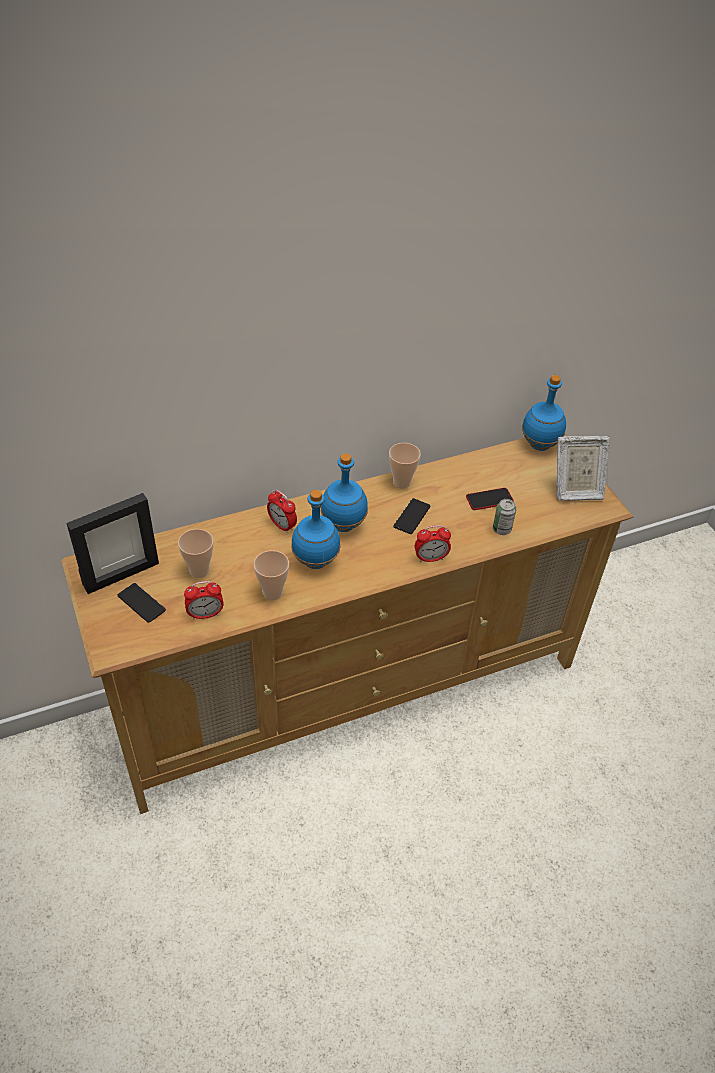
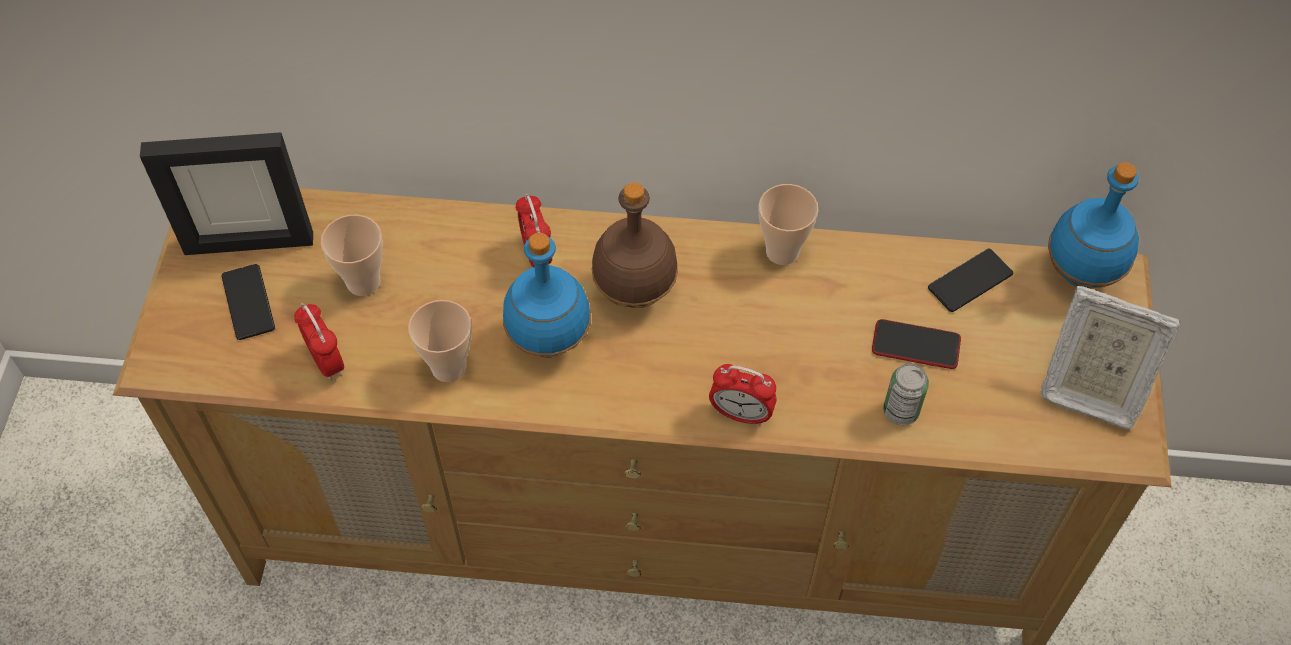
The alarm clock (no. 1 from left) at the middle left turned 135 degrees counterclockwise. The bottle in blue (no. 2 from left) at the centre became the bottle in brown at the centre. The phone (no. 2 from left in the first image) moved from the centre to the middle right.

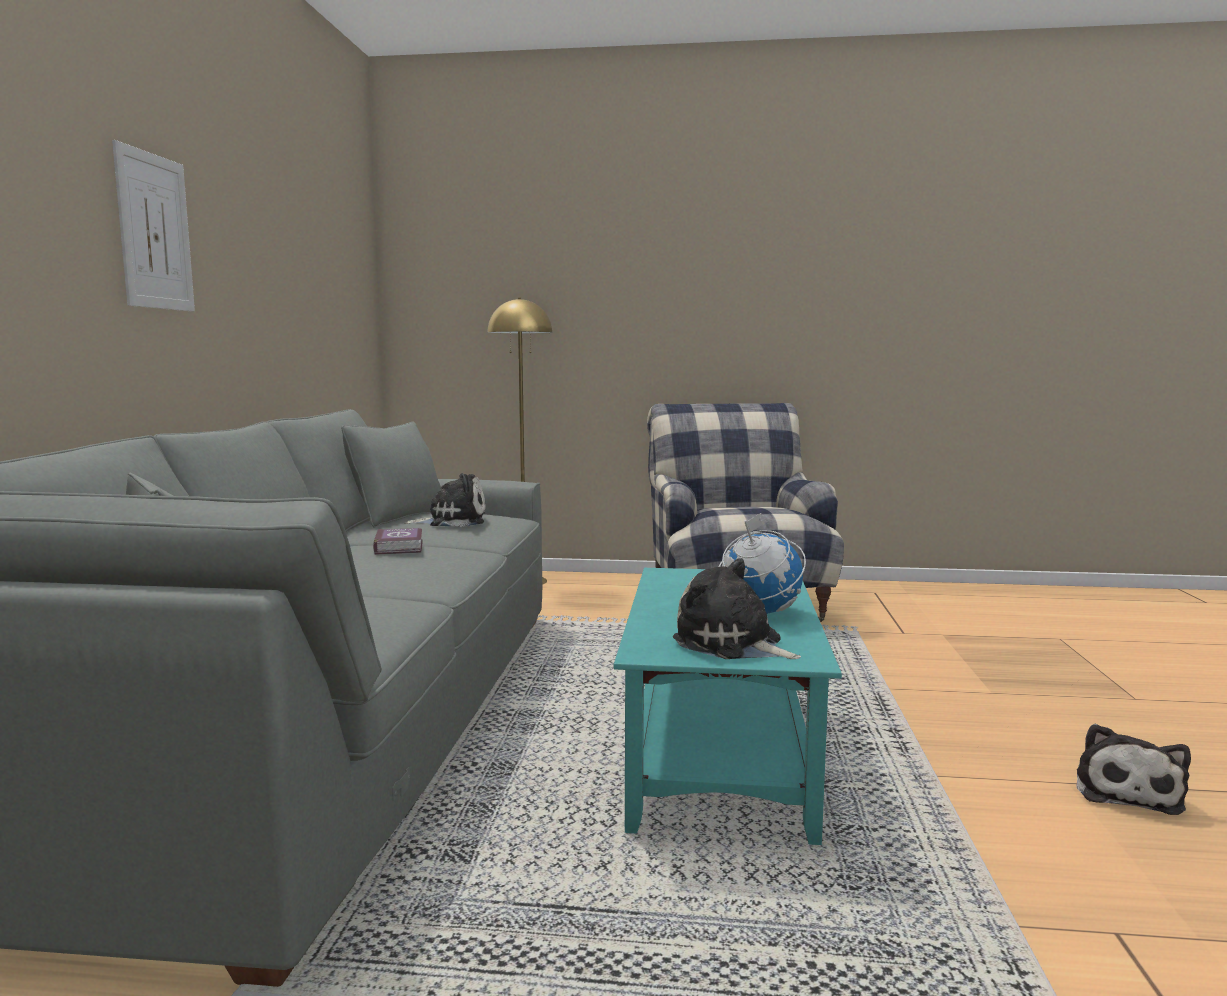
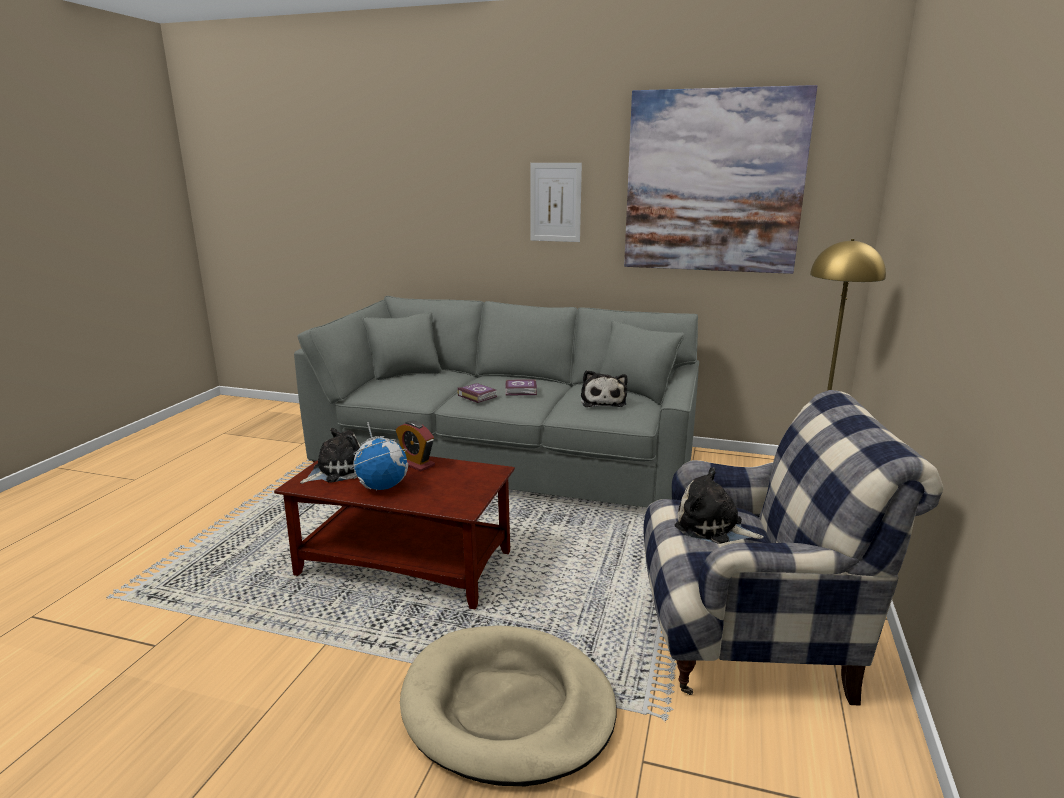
The coffee table in turquoise at the bottom centre became the coffee table in brown at the bottom centre. The plush toy (no. 3 from left) moved from the bottom right to the middle right. The alarm clock at the centre appeared. The dog bed in beige at the bottom centre appeared. The book (no. 1 from left) at the centre appeared. The picture (no. 2 from left) at the top right appeared.

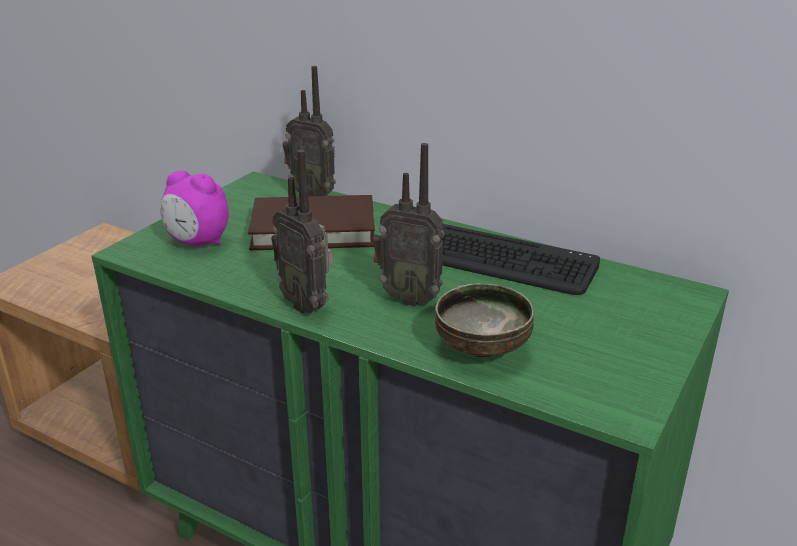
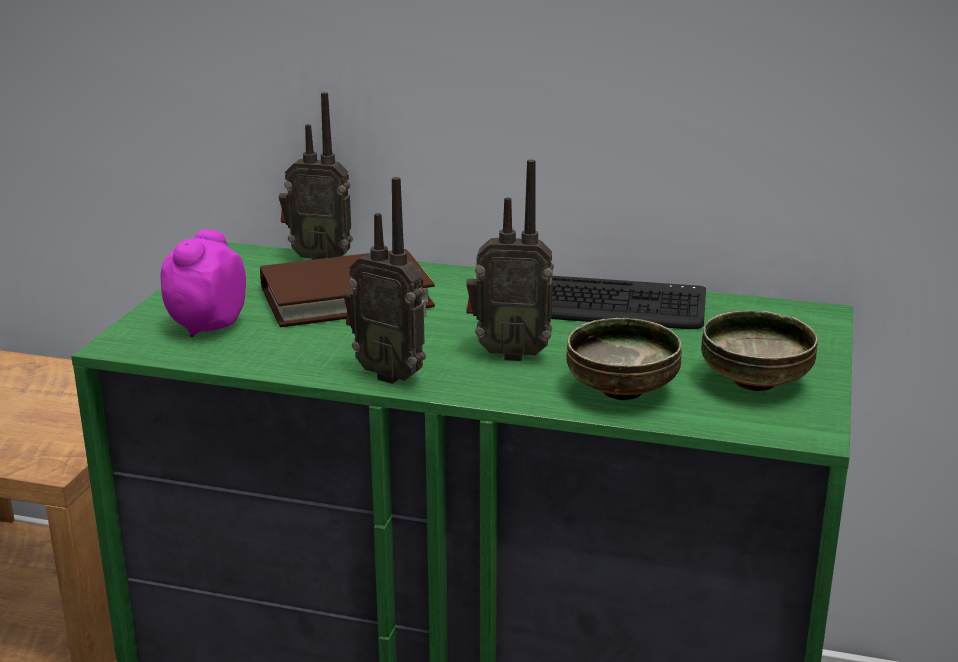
The alarm clock at the middle left turned 105 degrees clockwise. The bowl (no. 2 from left) at the middle right appeared.

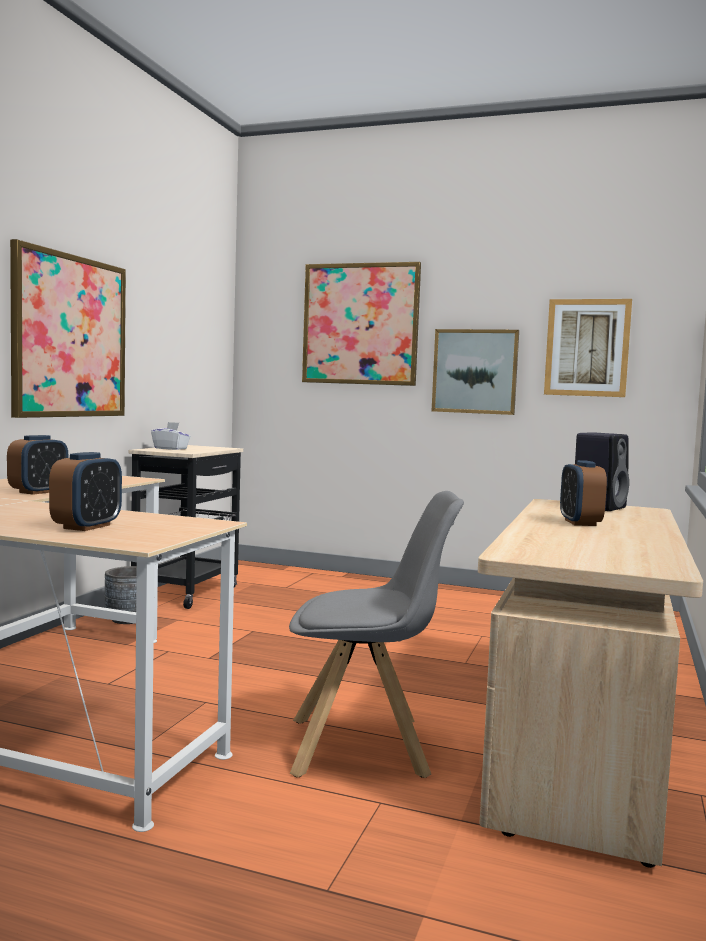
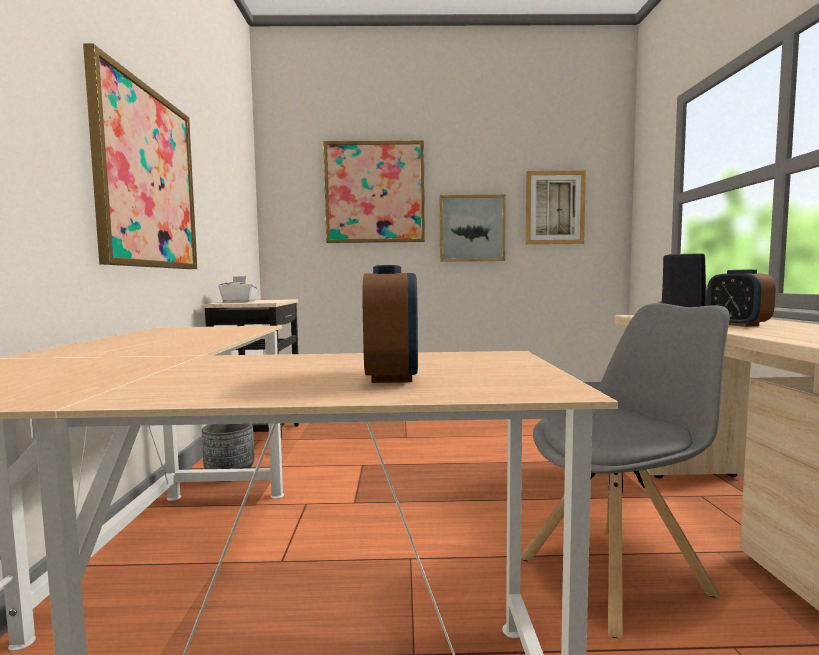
The alarm clock (no. 1 from left) at the middle left disappeared.

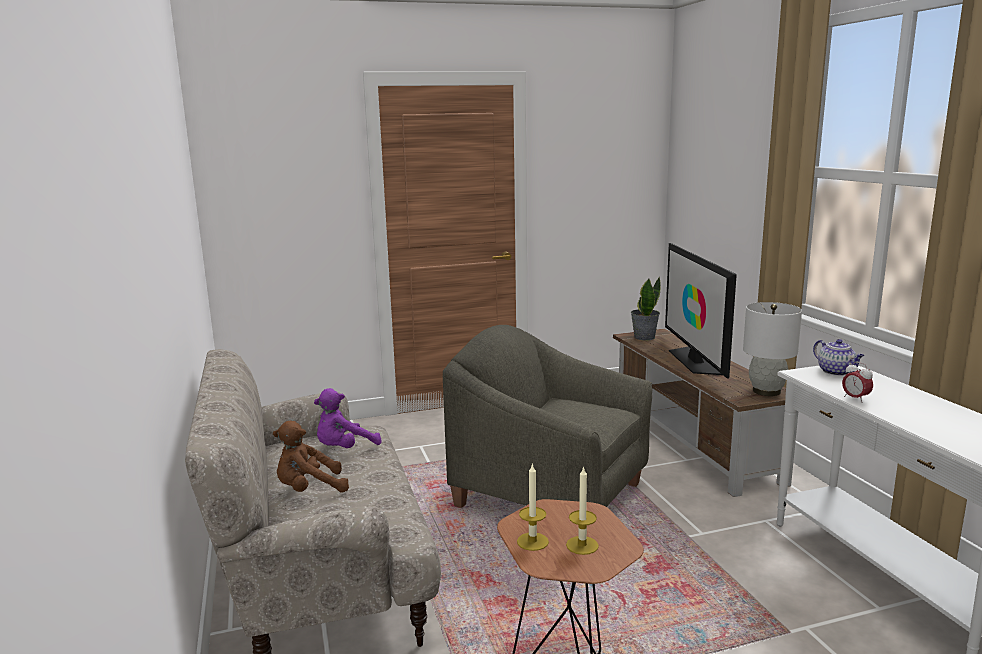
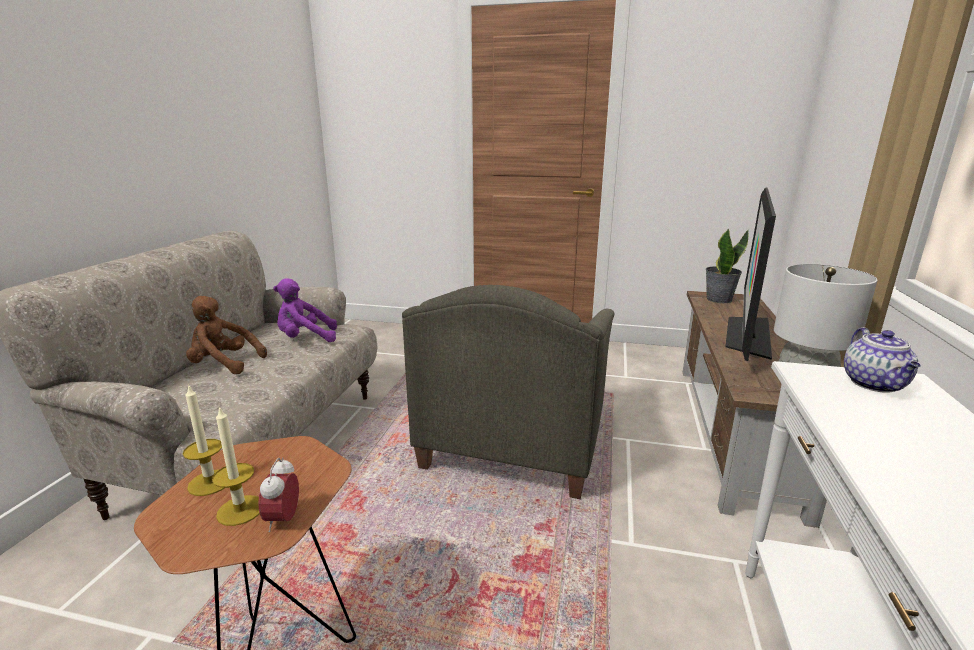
The armchair in grey at the centre turned 135 degrees counterclockwise. The alarm clock moved from the middle right to the bottom left.

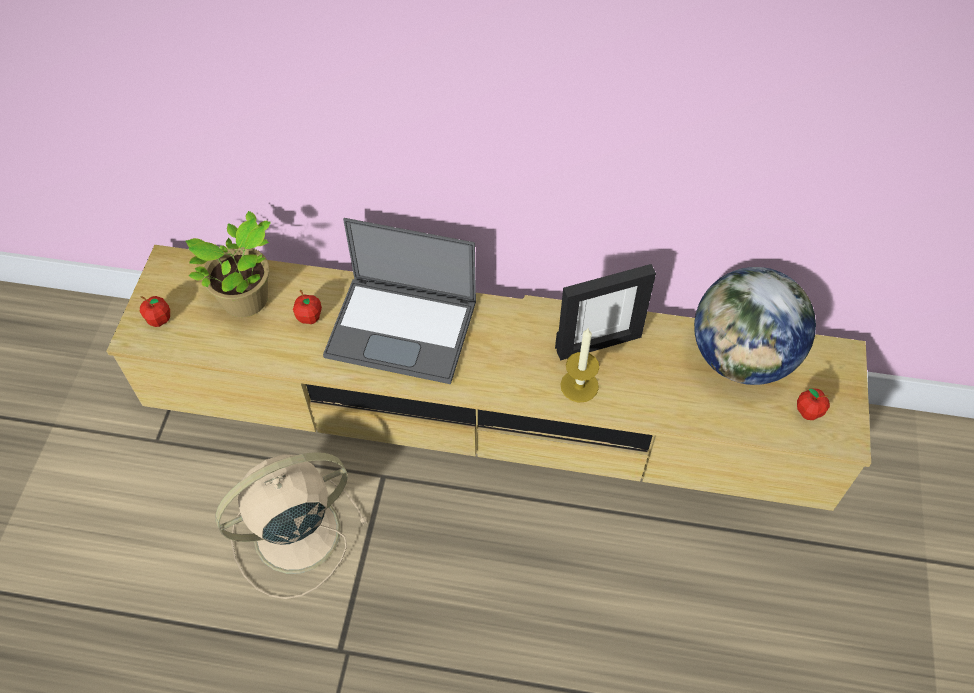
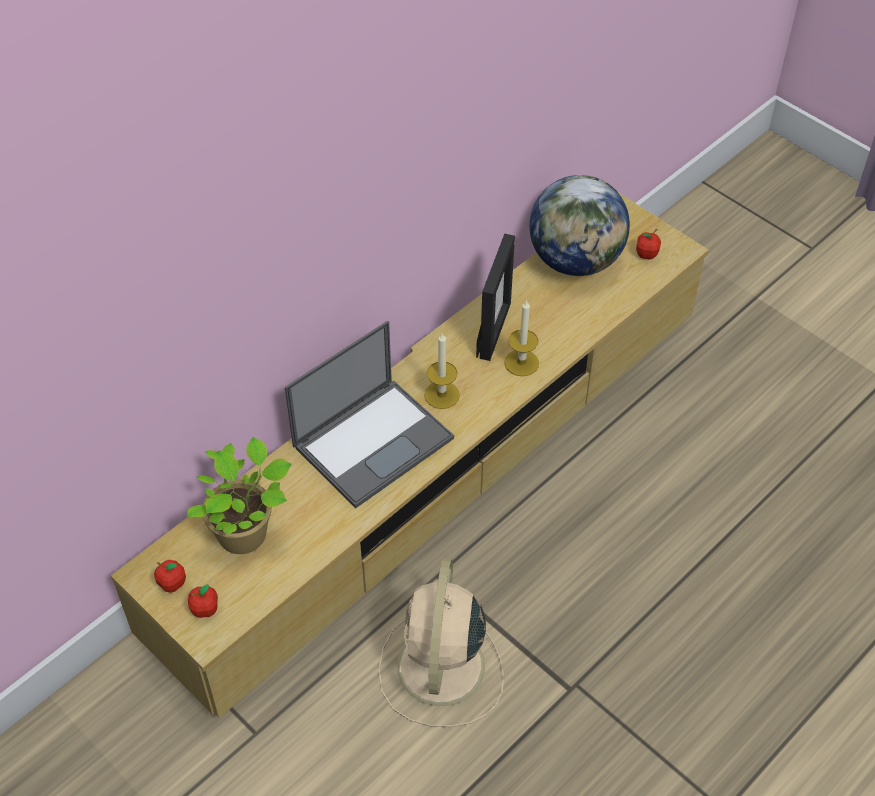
The apple (no. 2 from left in the first image) moved from the middle left to the bottom left. The candle (no. 1 from left) at the centre appeared.

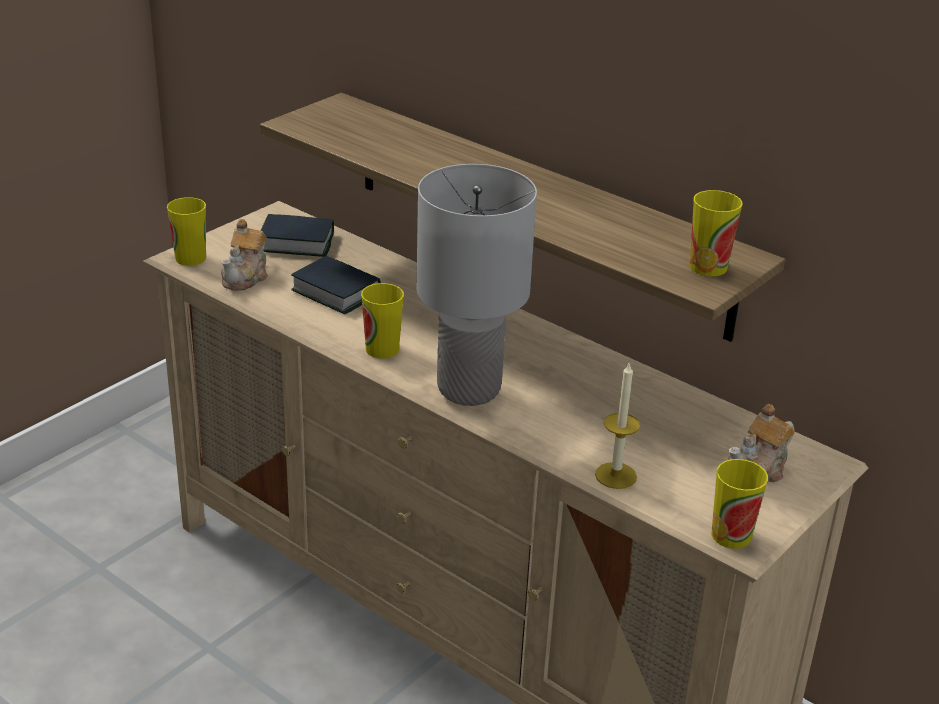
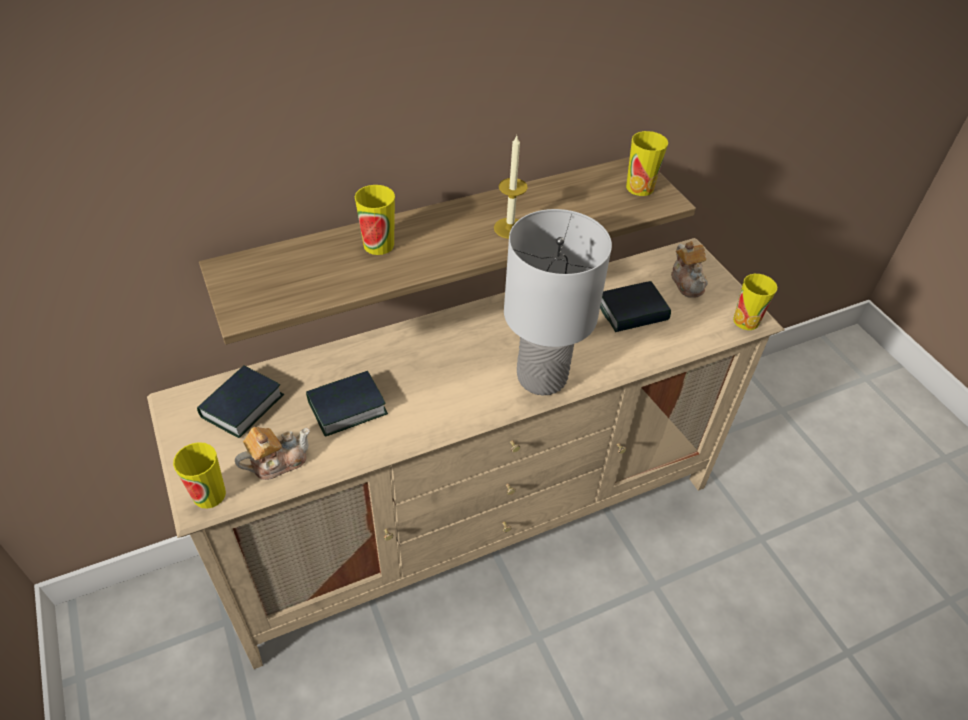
The teapot (no. 1 from left) at the middle left turned 75 degrees counterclockwise. The cup (no. 2 from left) moved from the centre to the top centre. The candle moved from the centre to the top centre. The book (no. 3 from left) at the centre appeared.

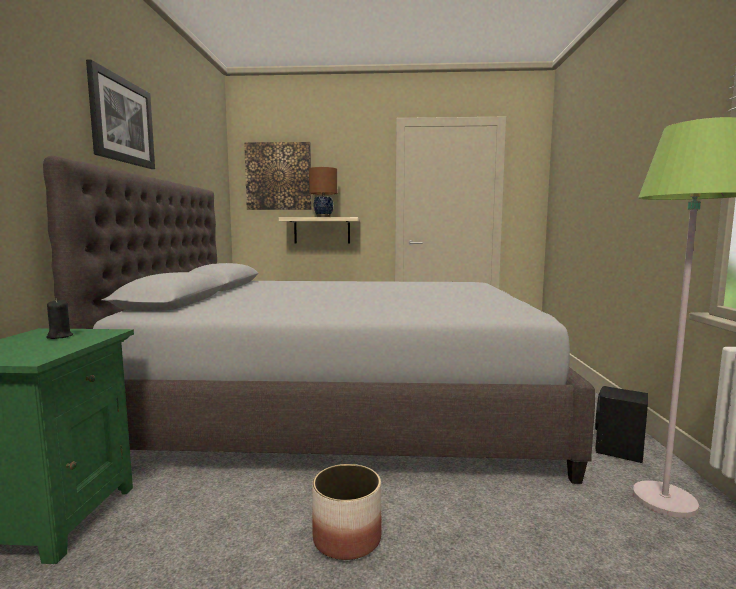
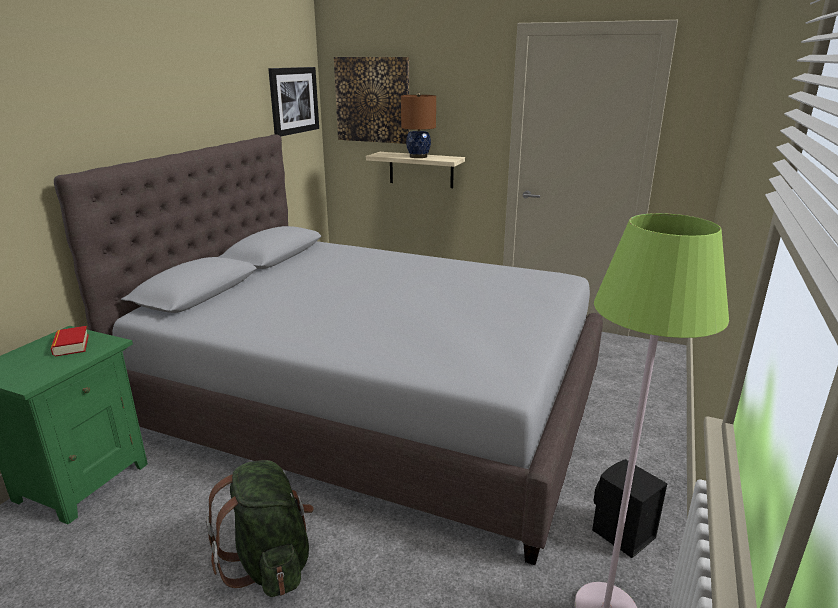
The candle in black at the middle left was replaced by the book at the middle left. The picture (no. 1 from left) moved from the top left to the top centre. The planter at the bottom centre was replaced by the backpack in green at the bottom left.

